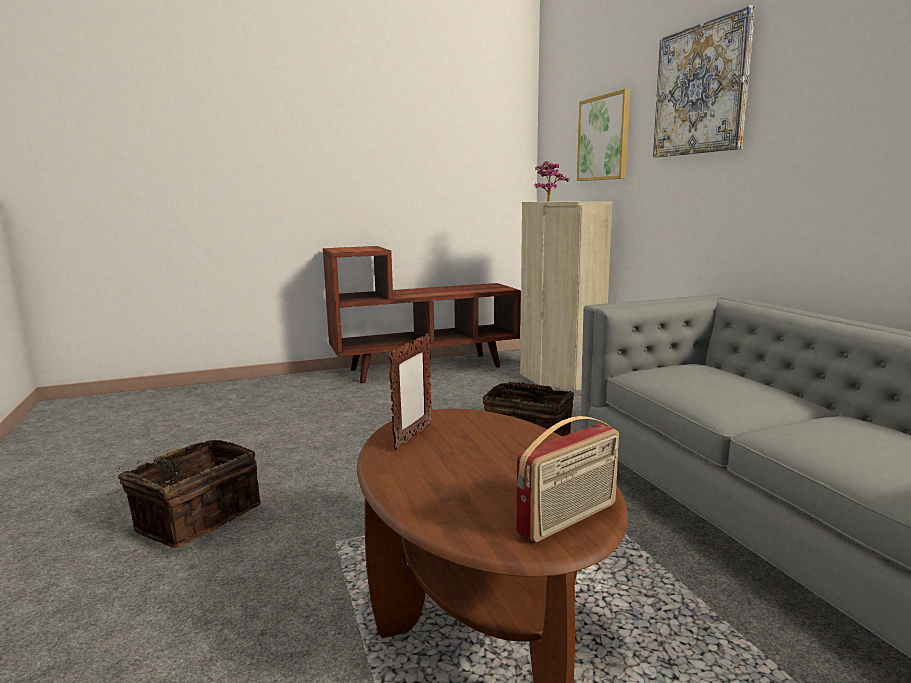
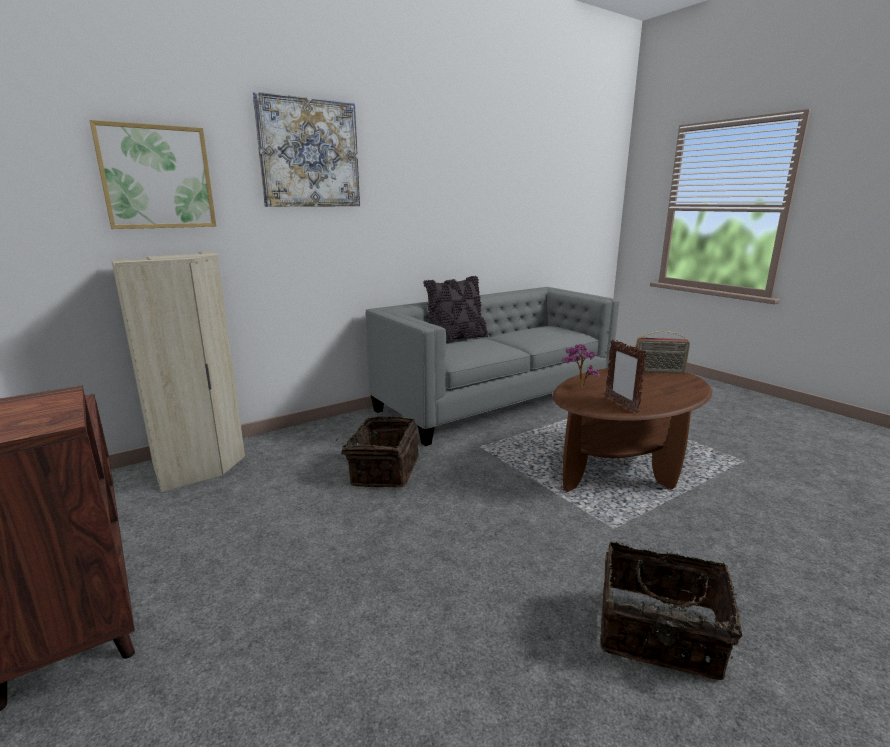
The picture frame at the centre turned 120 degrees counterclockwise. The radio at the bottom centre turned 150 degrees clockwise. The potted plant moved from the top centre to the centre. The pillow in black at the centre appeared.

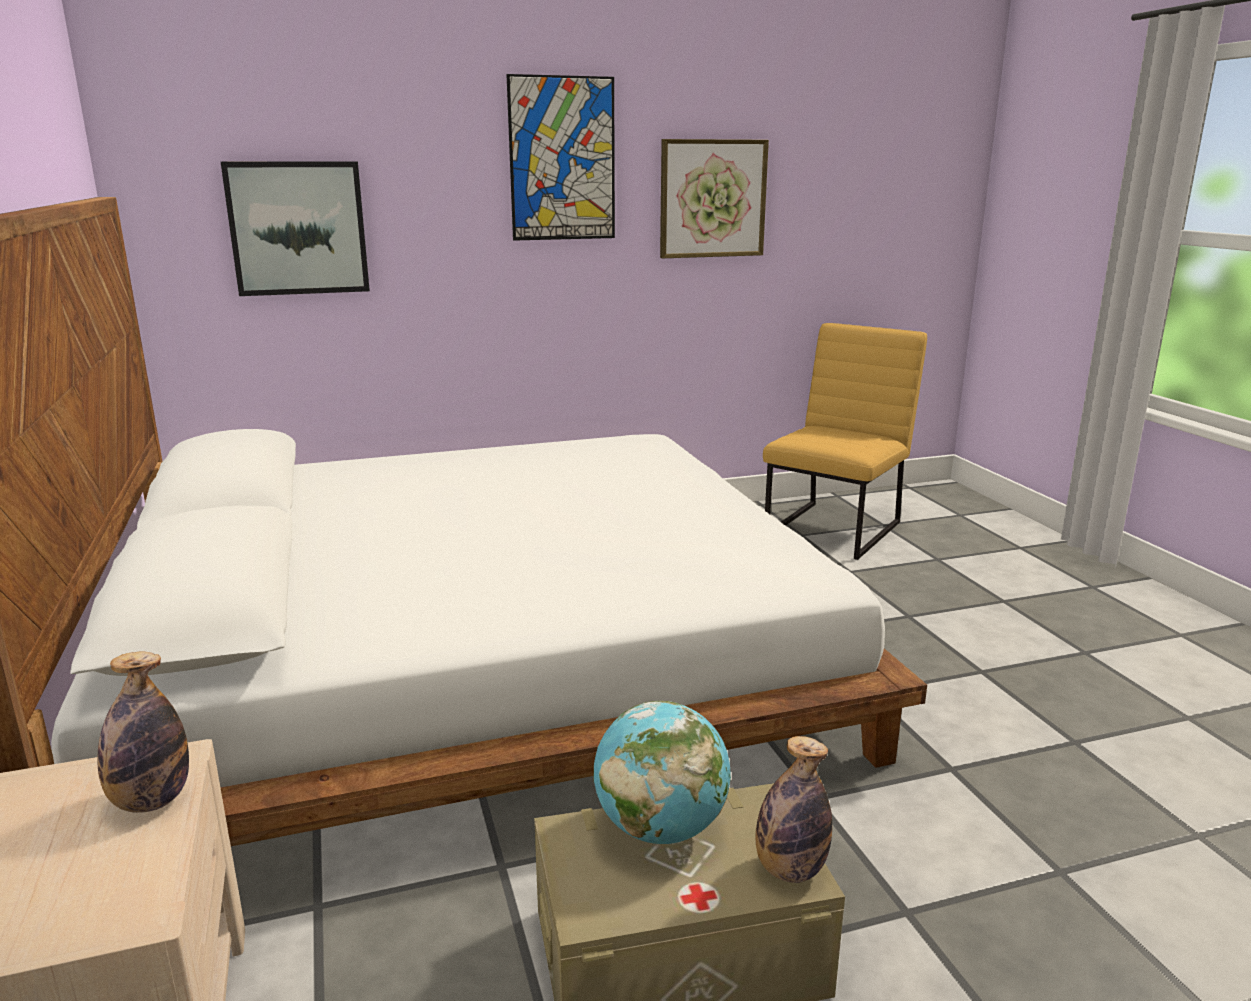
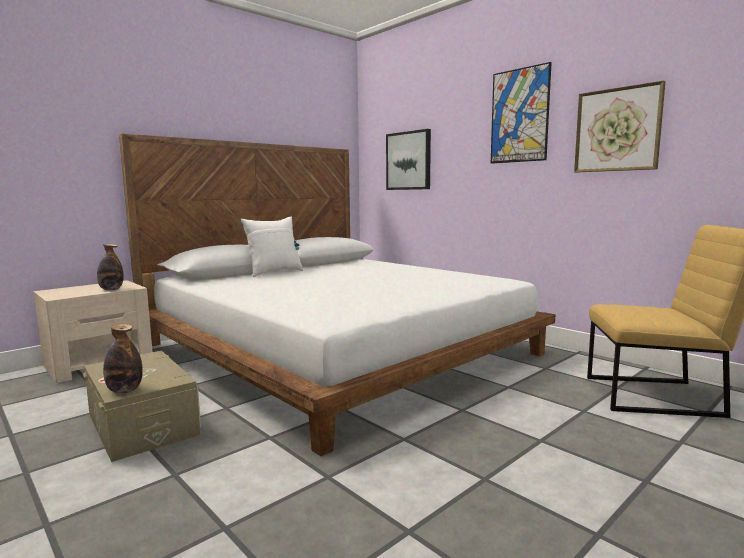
The globe at the bottom centre disappeared. The pillow in white at the centre appeared.

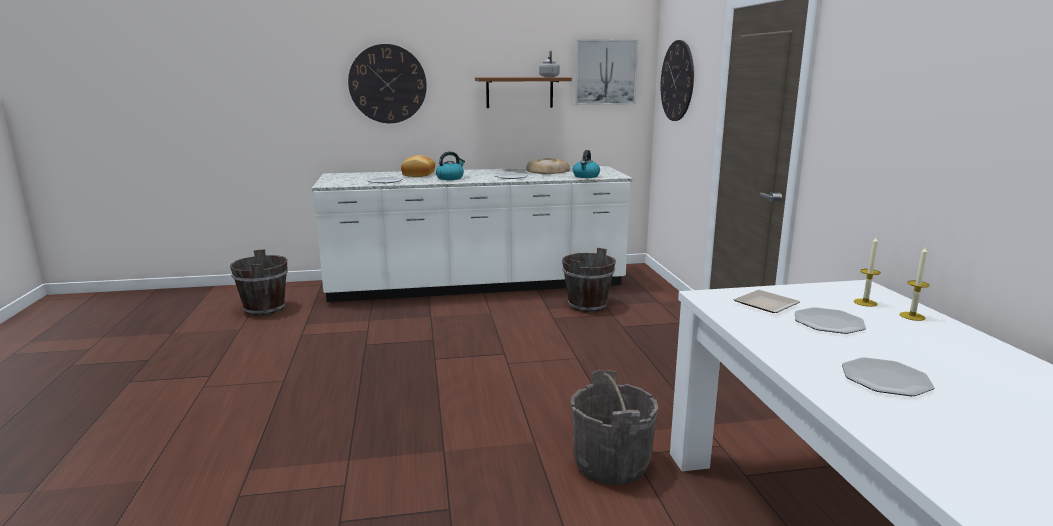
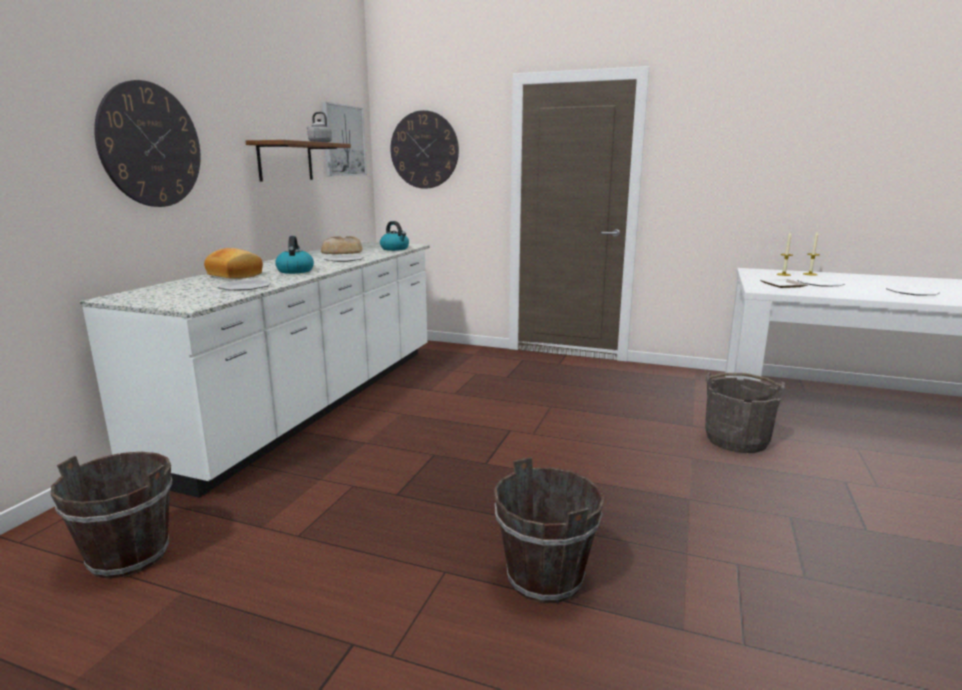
The bucket in brown (no. 2 from left) moved from the centre to the bottom centre.

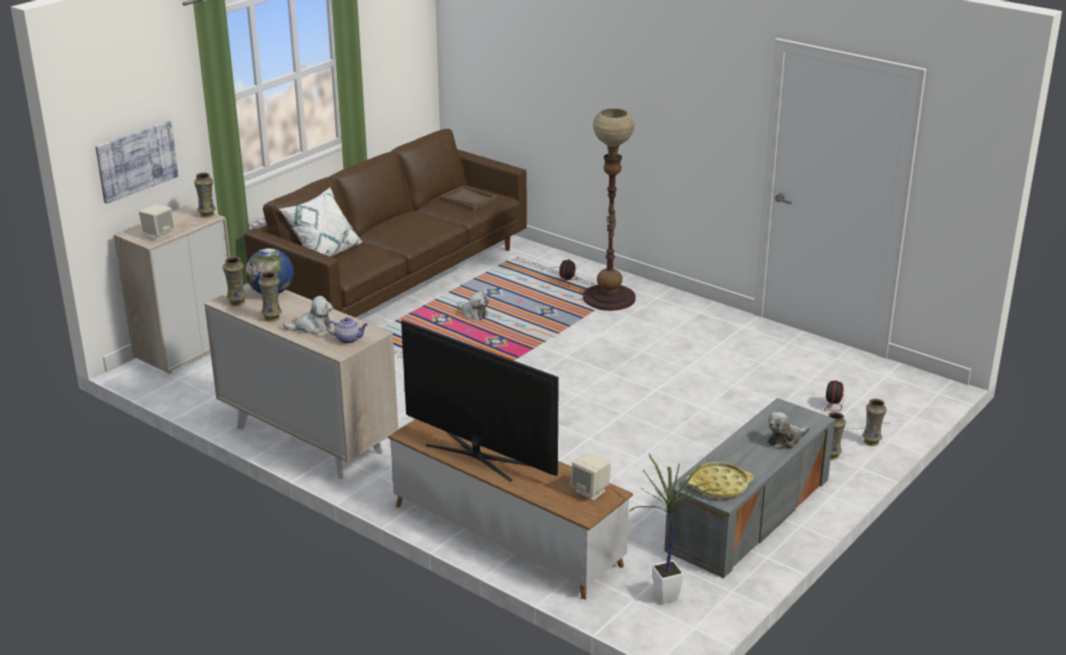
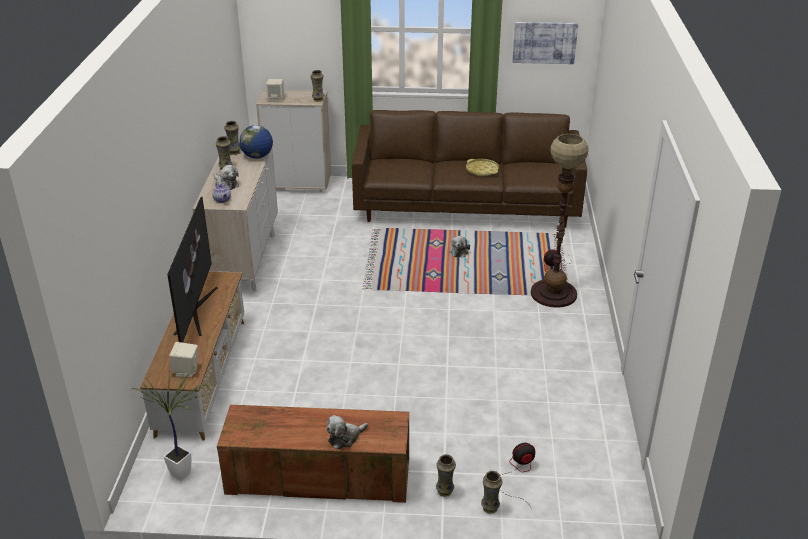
The picture moved from the top left to the top right. The pillow in white at the middle left disappeared. The tray in brown at the top centre disappeared. The bench in grey at the bottom right became the bench in brown at the bottom centre. The tray in yellow moved from the bottom right to the top centre. The plush toy (no. 3 from left in the first image) at the middle right turned 60 degrees counterclockwise.

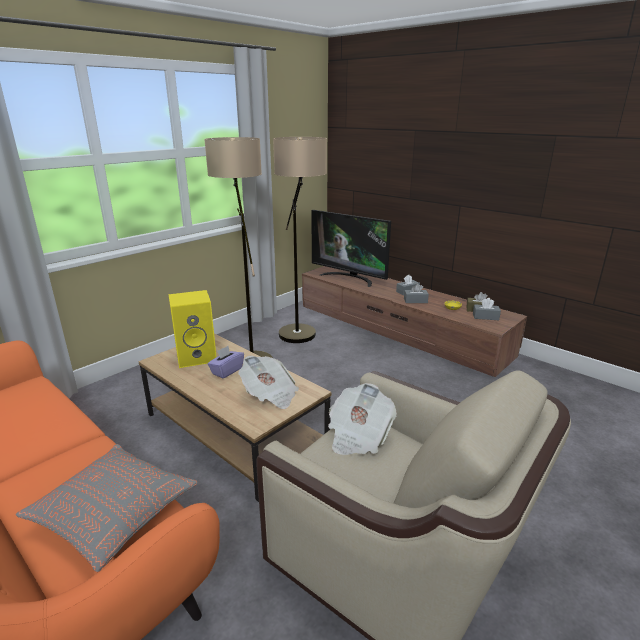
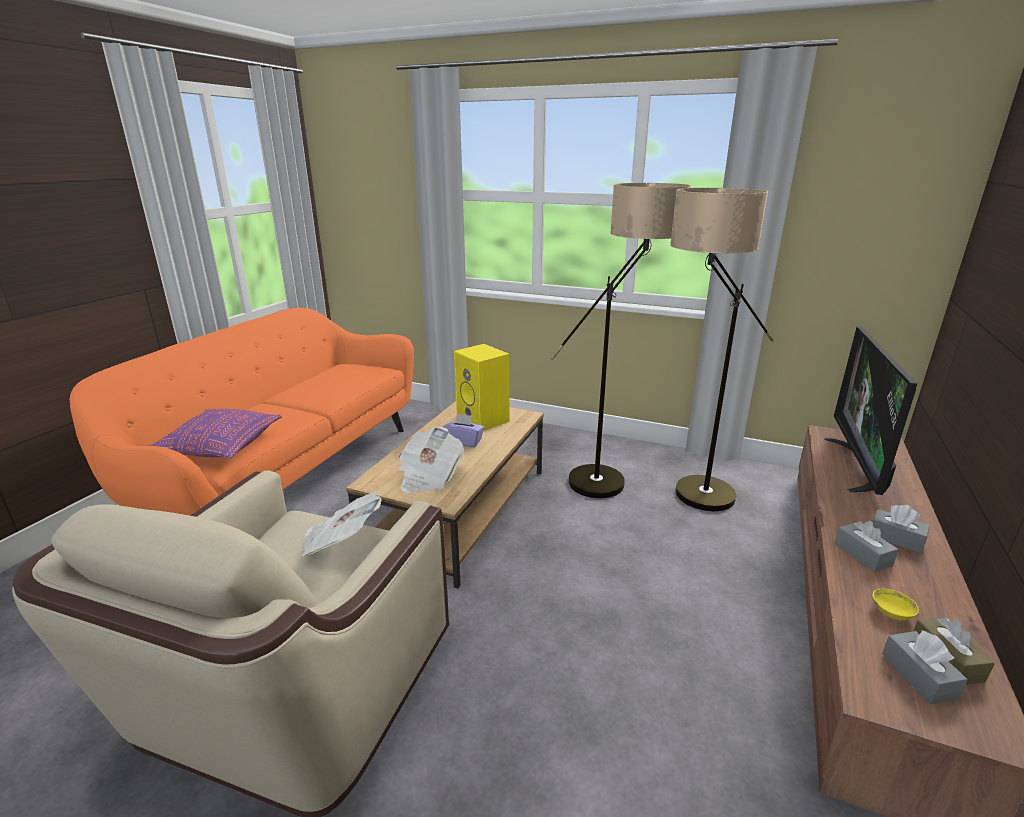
The pillow in grey at the bottom left became the pillow in purple at the middle left.

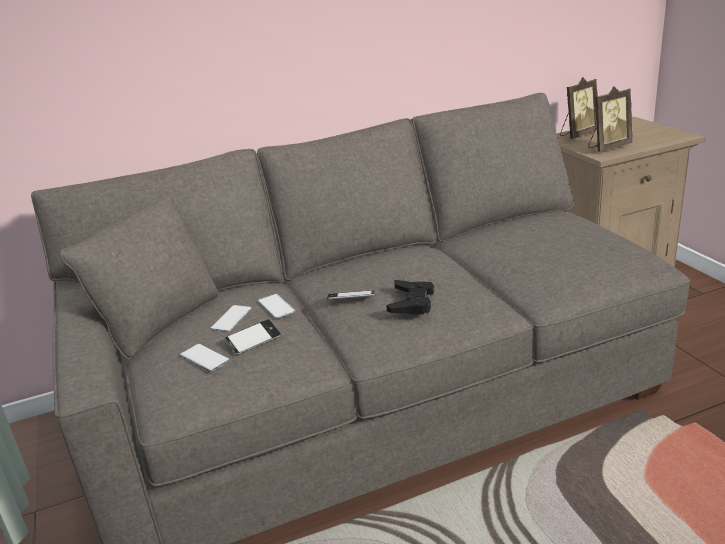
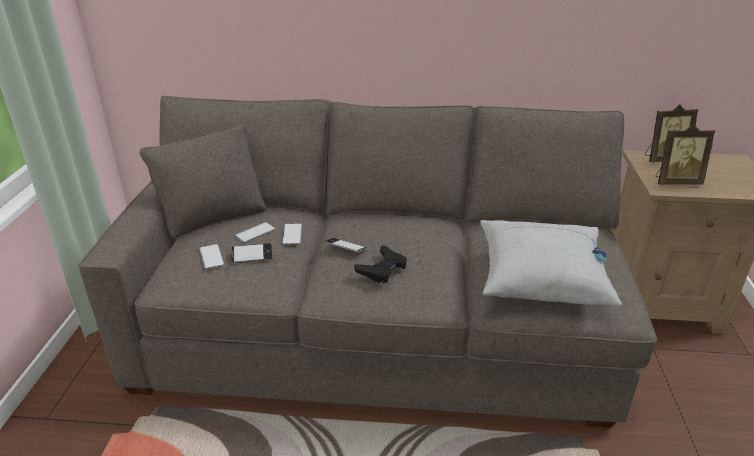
The pillow in grey at the middle right appeared.

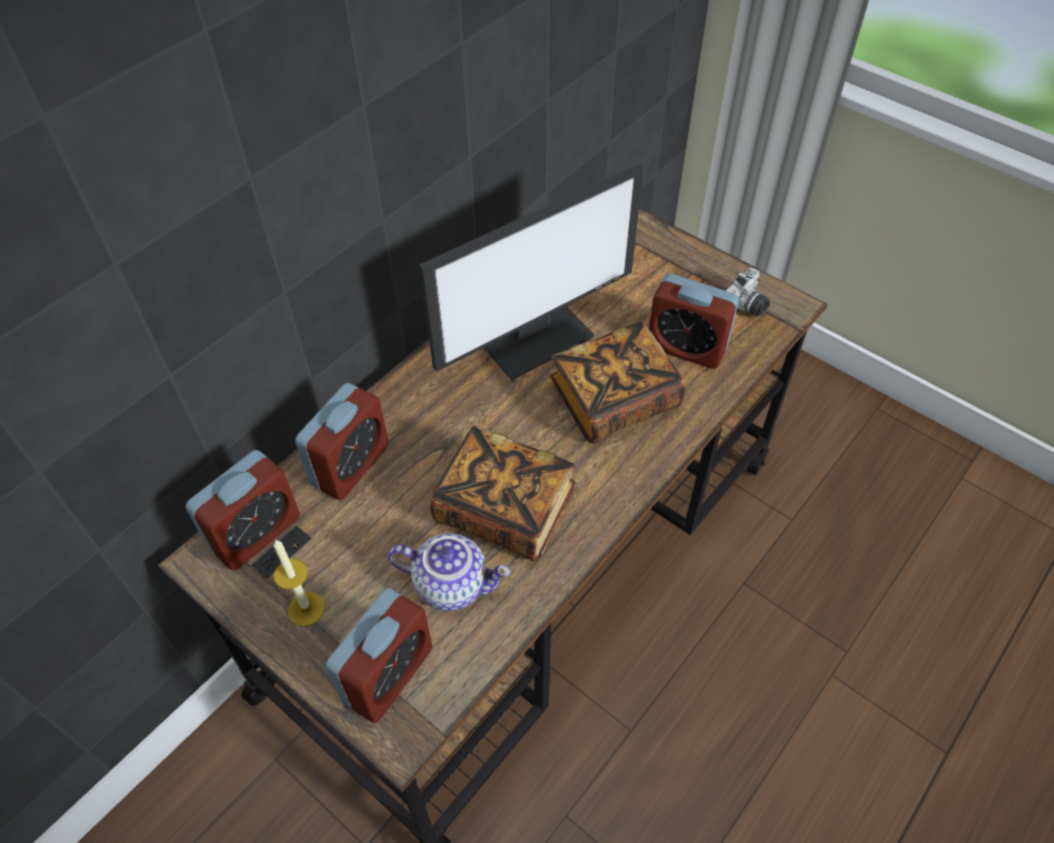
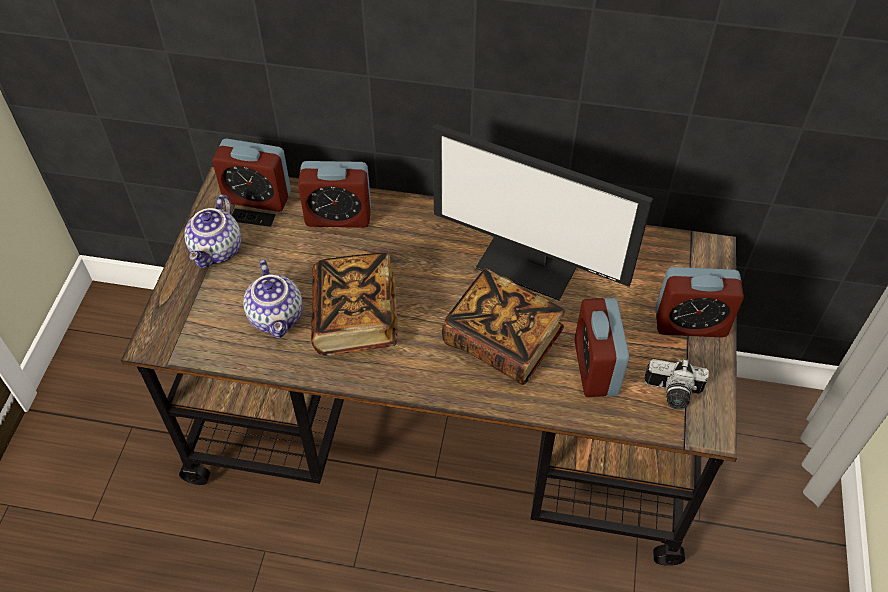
The candle at the bottom left was replaced by the teapot (no. 1 from left) at the middle left. The alarm clock (no. 3 from left in the first image) moved from the bottom centre to the middle right.

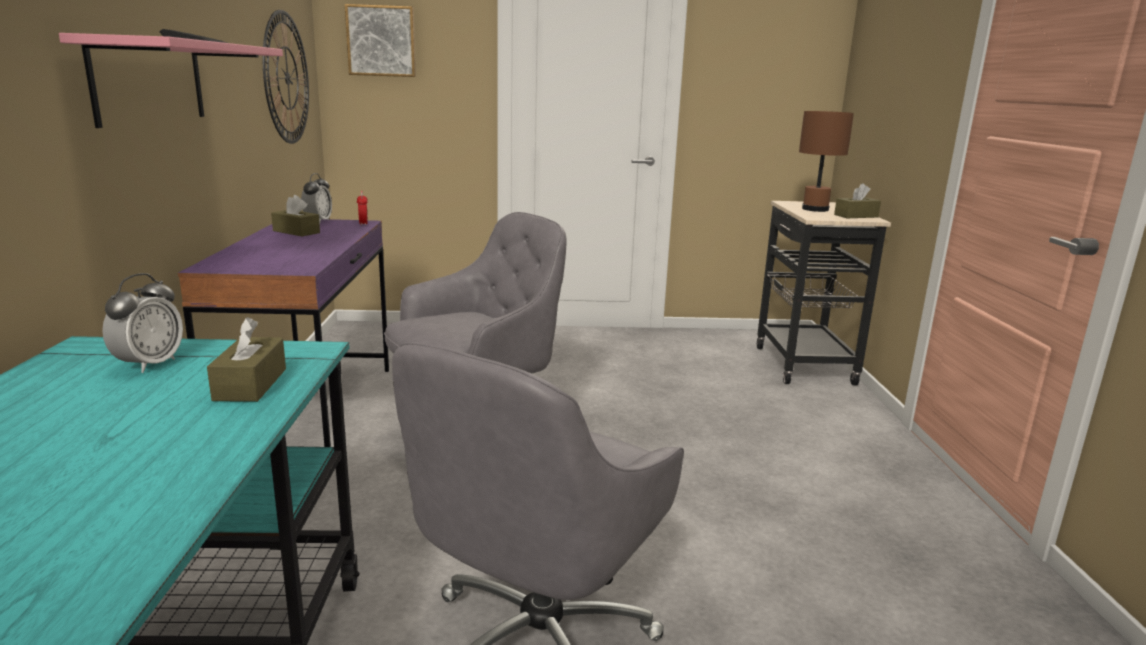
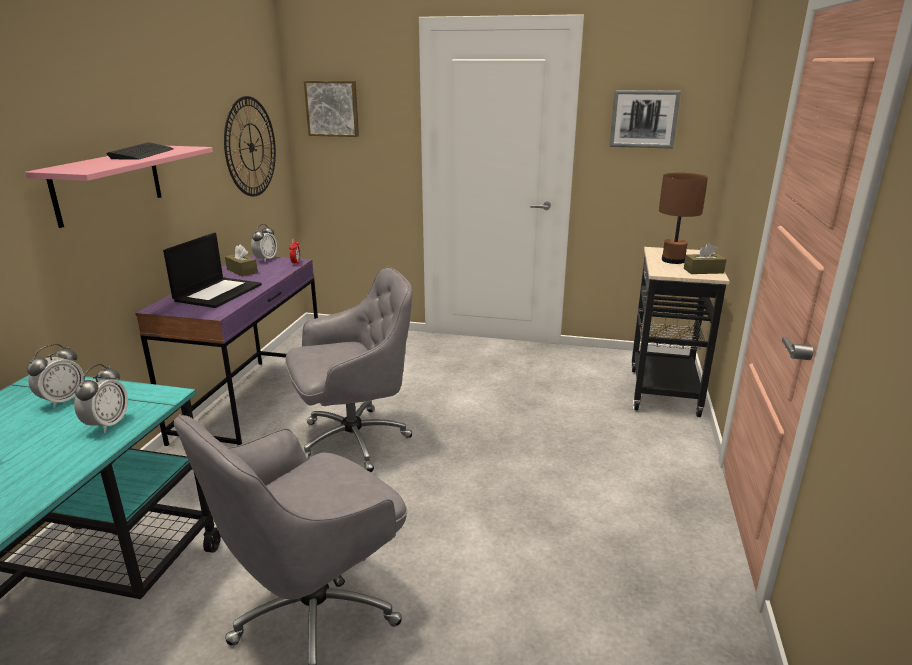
The tissue box in brown (no. 1 from left) at the middle left was replaced by the alarm clock (no. 2 from left) at the middle left. The laptop at the middle left appeared. The picture (no. 2 from left) at the top right appeared.

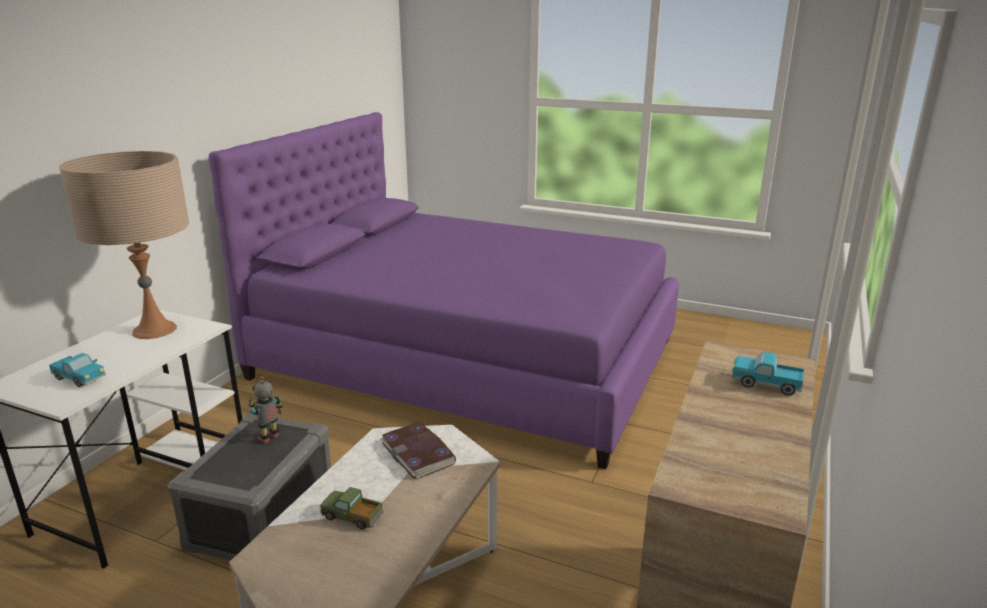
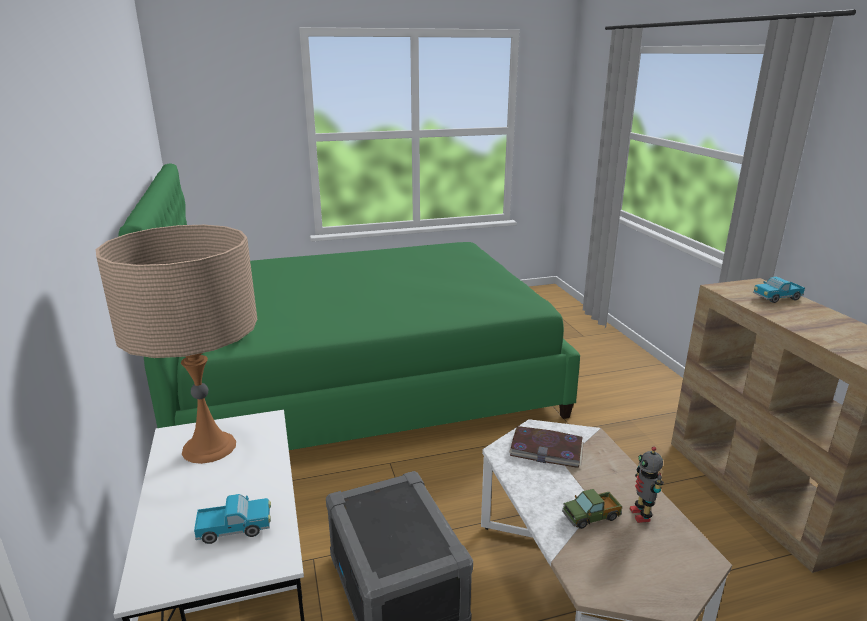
The bed in purple at the centre became the bed in green at the centre. The toy robot moved from the bottom left to the bottom right.

